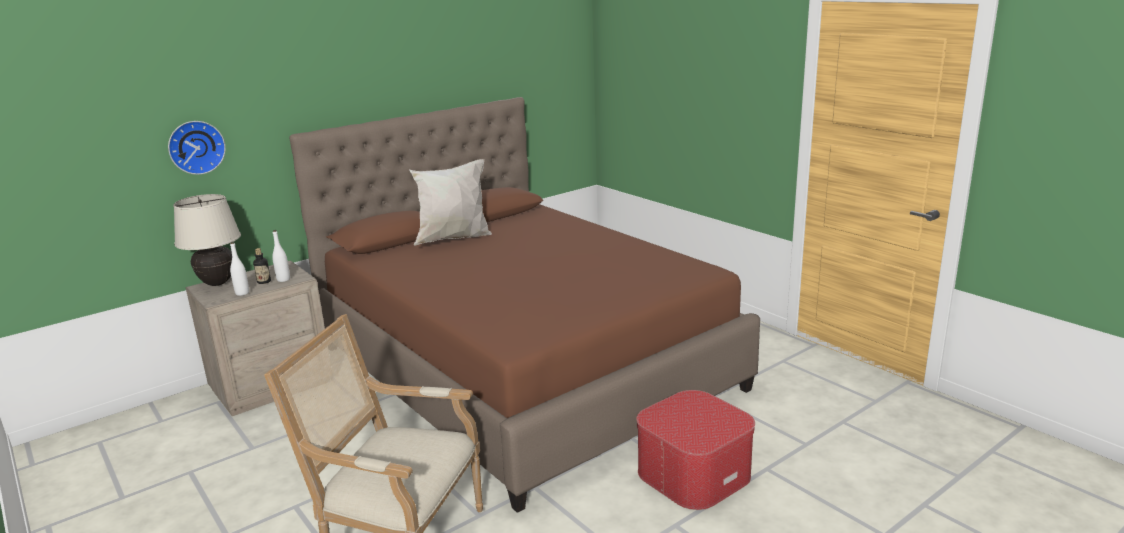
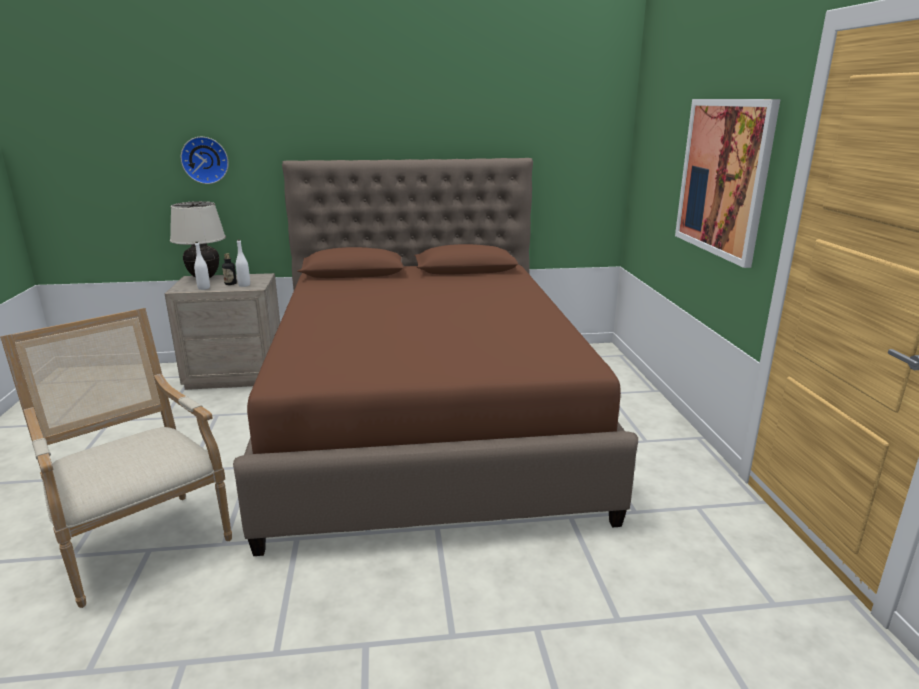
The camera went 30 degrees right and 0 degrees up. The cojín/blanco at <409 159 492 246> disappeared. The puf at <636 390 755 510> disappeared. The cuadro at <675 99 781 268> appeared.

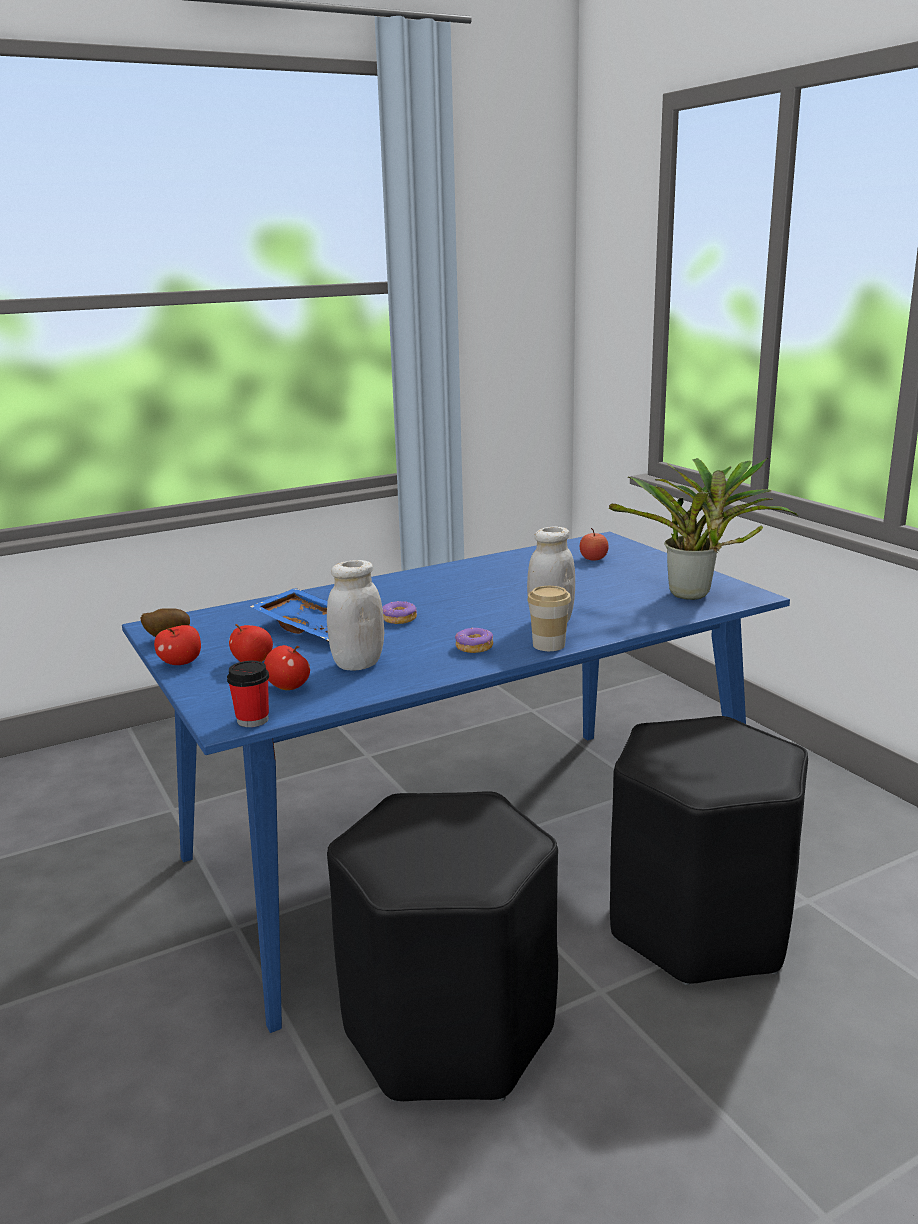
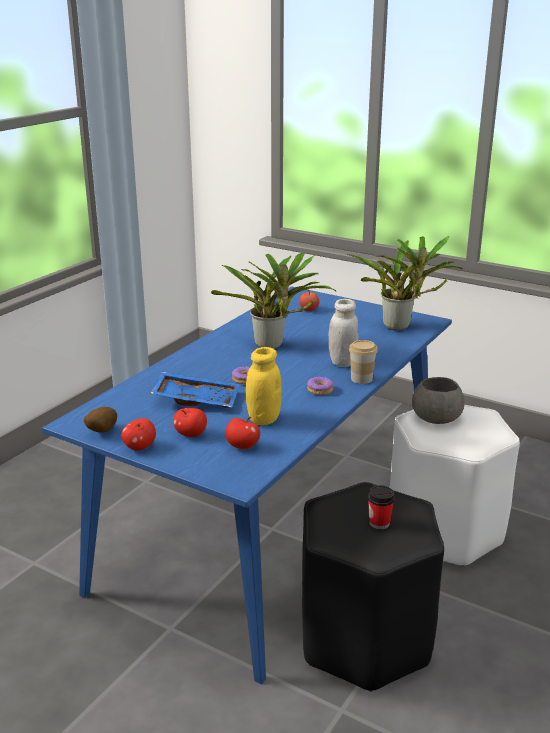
The camera went 30 degrees left and 5 degrees up. The planta en maceta at <211 253 336 349> appeared. The cuenco/gris at <412 377 465 424> appeared. The taza moved from <227 661 269 727> to <368 485 395 529>. The tarro/blanco at <327 560 384 671> became the tarro/amarillo at <246 347 282 425>. The taburete/negro at <610 716 808 985> became the taburete/blanco at <390 405 520 567>.

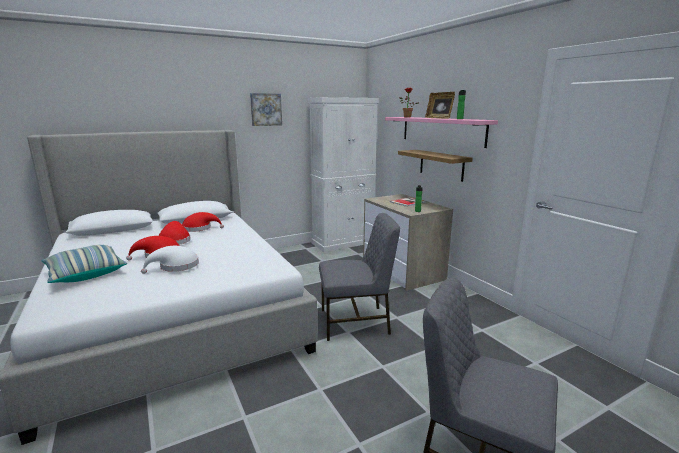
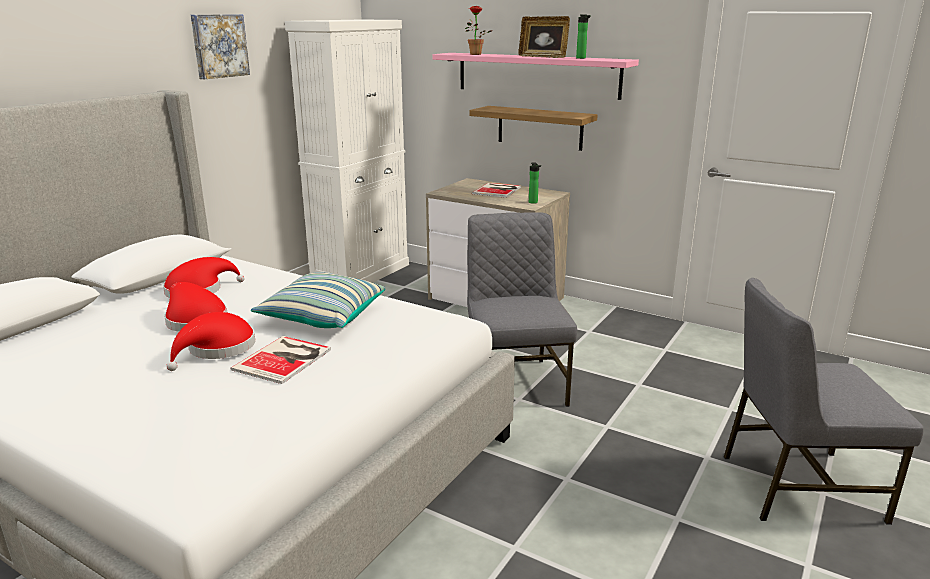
The camera went 30 degrees left and 5 degrees up. The cojín moved from <41 245 127 283> to <251 272 385 328>. The sombrero/blanco at <141 246 199 274> was replaced by the libro at <230 336 331 384>. The silla/gris at <319 213 400 341> turned 60 degrees counterclockwise.

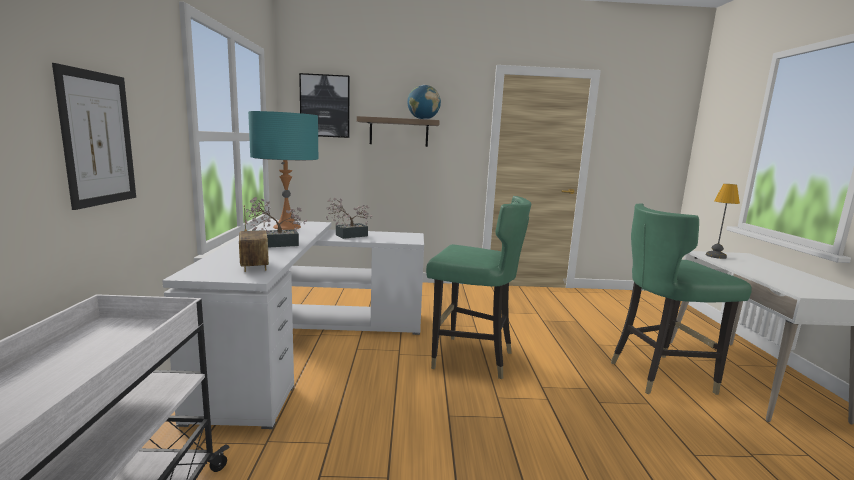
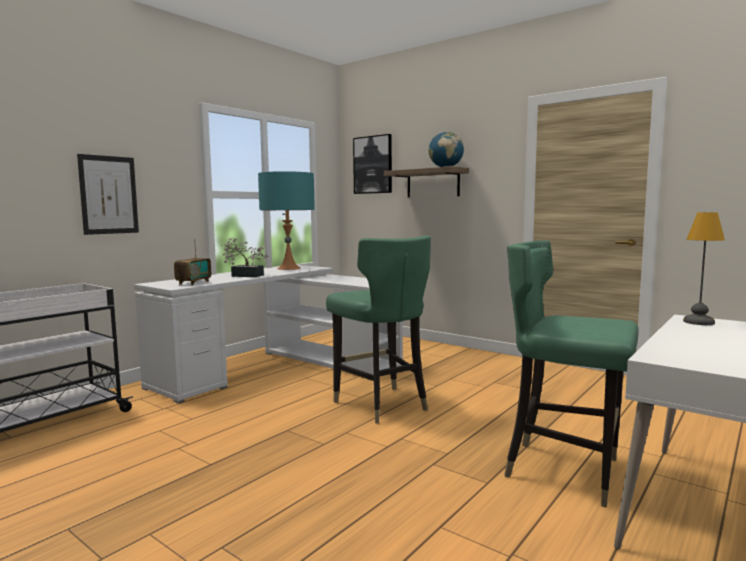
The camera went 40 degrees right and 5 degrees down. The planta en maceta at <326 197 372 239> disappeared.

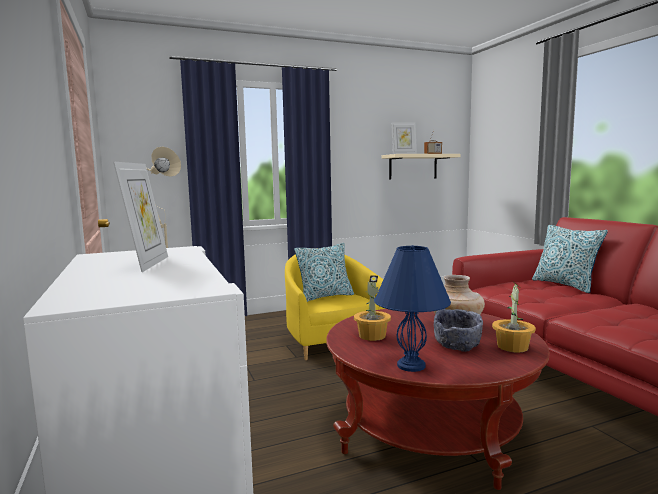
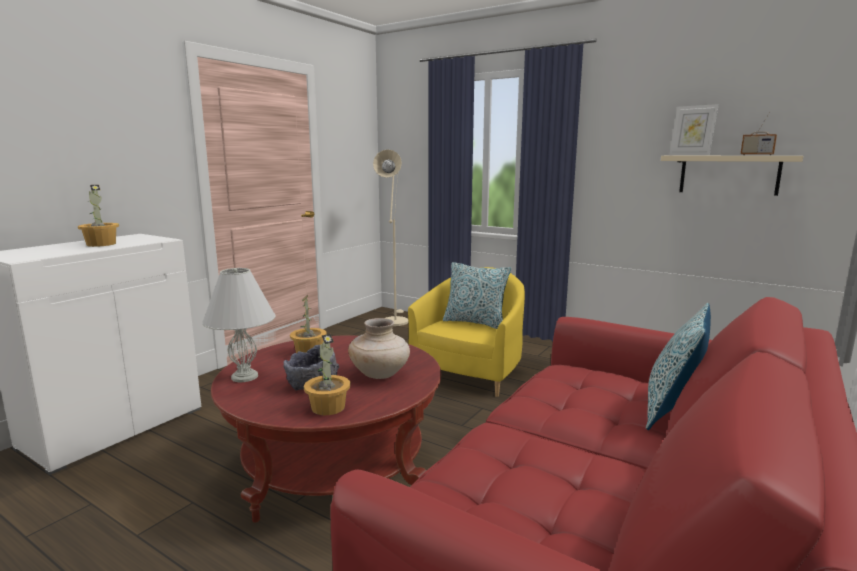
The camera went 55 degrees right and 5 degrees up. The portarretratos at <113 162 168 272> was replaced by the planta en maceta at <78 185 119 247>. The lámpara de mesa/azul at <374 245 451 372> became the lámpara de mesa/blanco at <202 268 276 382>.

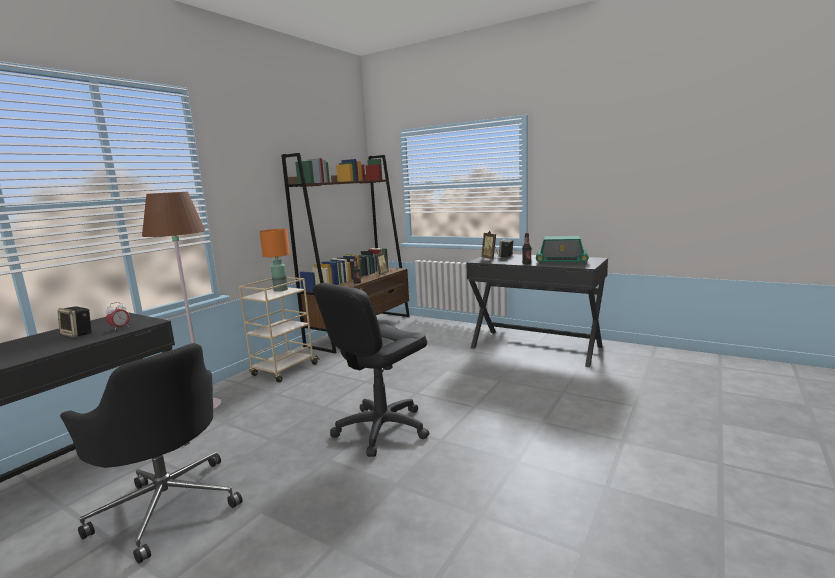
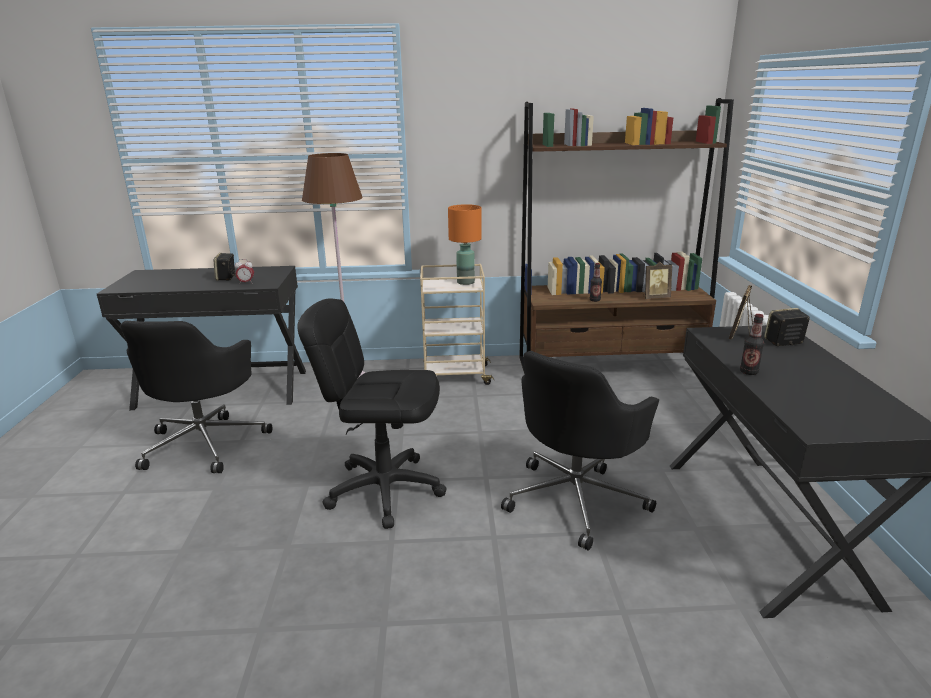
The camera went 55 degrees right and 10 degrees up. The radio at <536 236 589 264> disappeared. The silla de oficina/negro at <501 351 659 551> appeared.

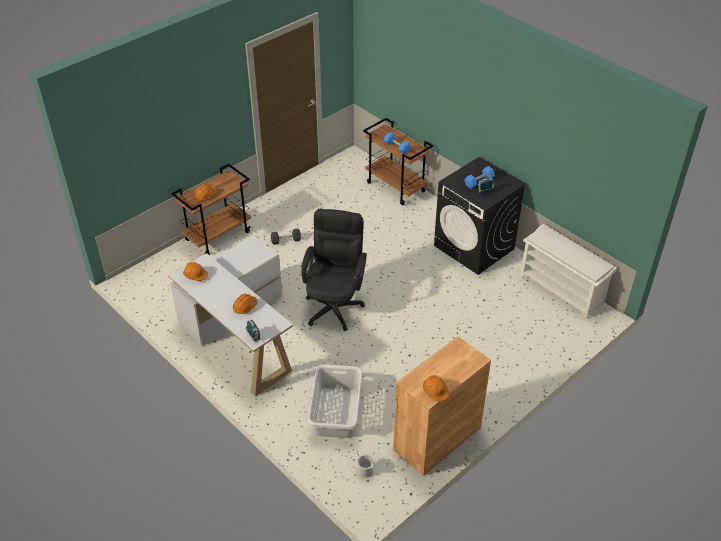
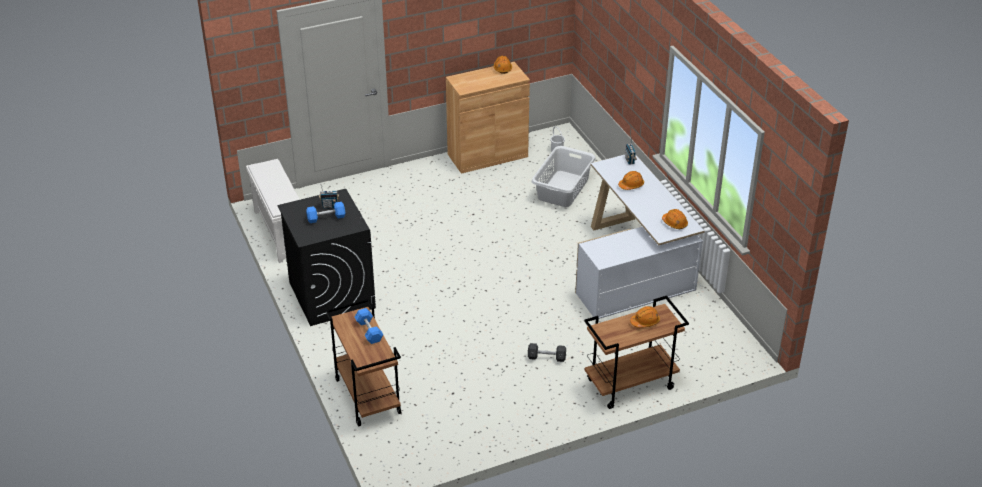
The camera went 160 degrees left and 5 degrees down. The silla de oficina/negro at <301 209 367 331> disappeared.

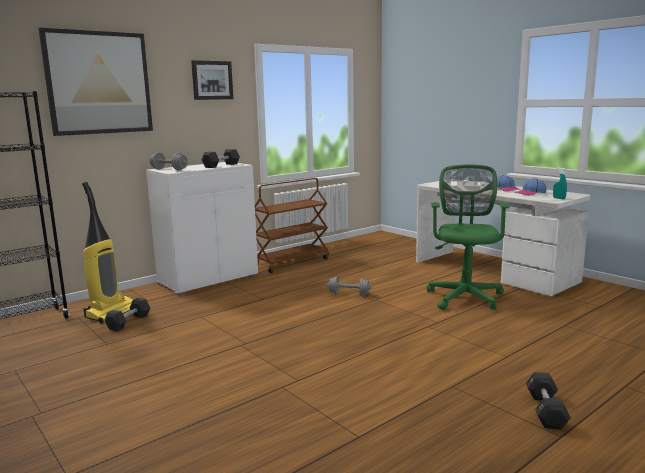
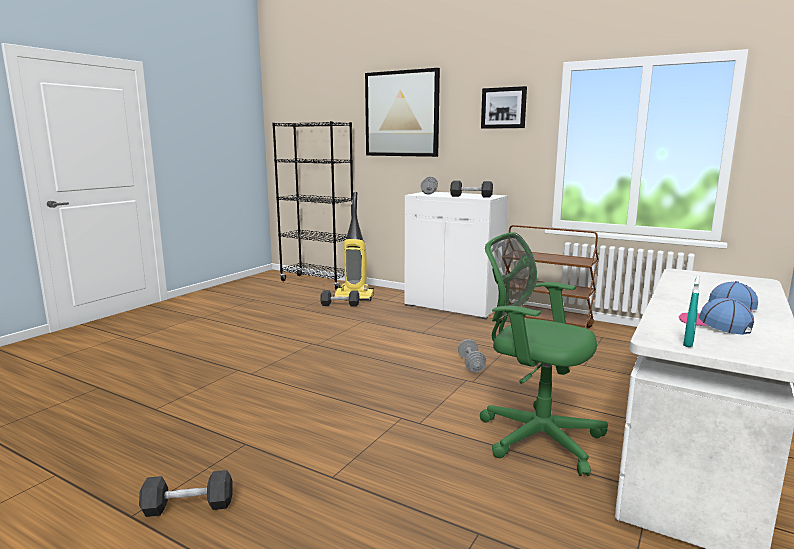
The camera went 70 degrees right and 0 degrees up. The silla de oficina/verde at <427 164 510 310> turned 135 degrees counterclockwise.

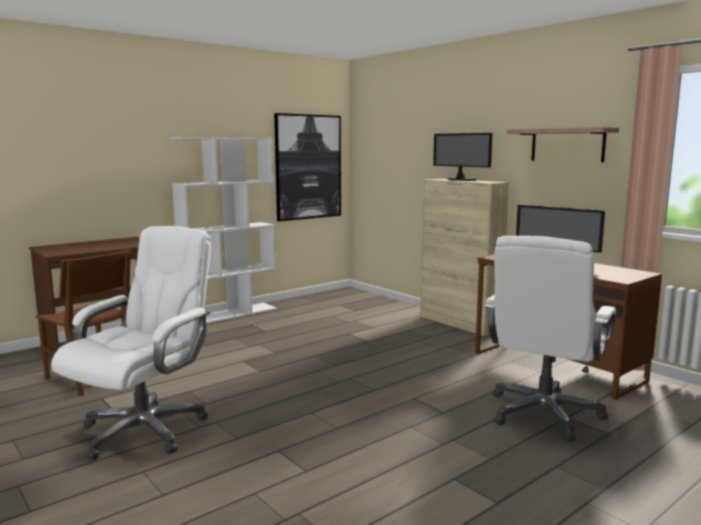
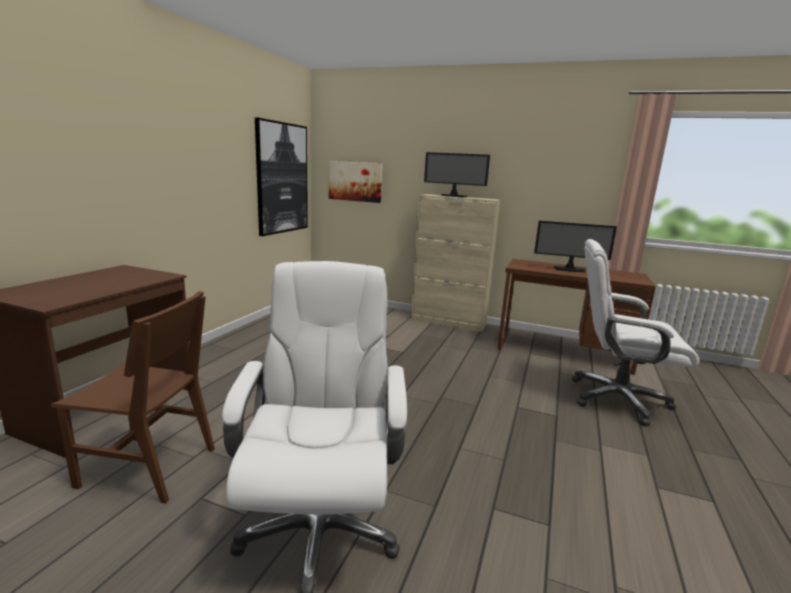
The camera went 30 degrees left and 5 degrees up. The estantería/blanco at <169 137 277 324> disappeared. The estante at <507 127 619 162> disappeared. The cuadro at <329 161 382 203> appeared. The silla de oficina/blanco at <484 236 616 441> turned 105 degrees clockwise.

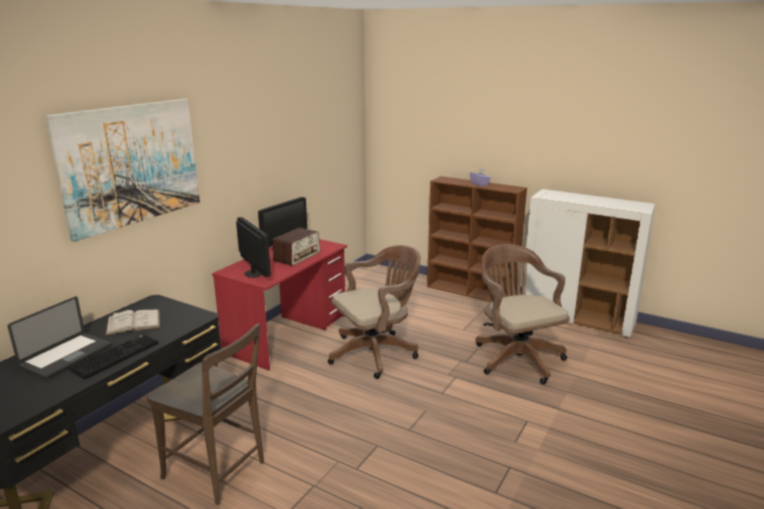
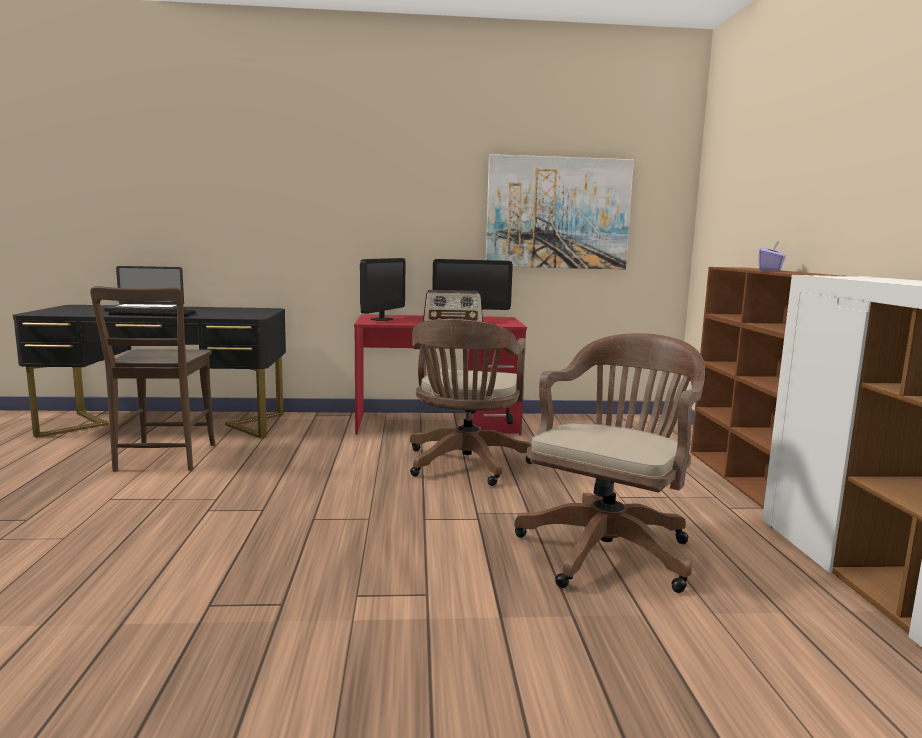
The camera went 55 degrees right and 10 degrees down. The libro/blanco at <105 309 160 336> disappeared. The cuadro moved from <45 99 200 242> to <486 154 634 269>. The silla de oficina/marrón at <328 245 421 379> turned 75 degrees clockwise.

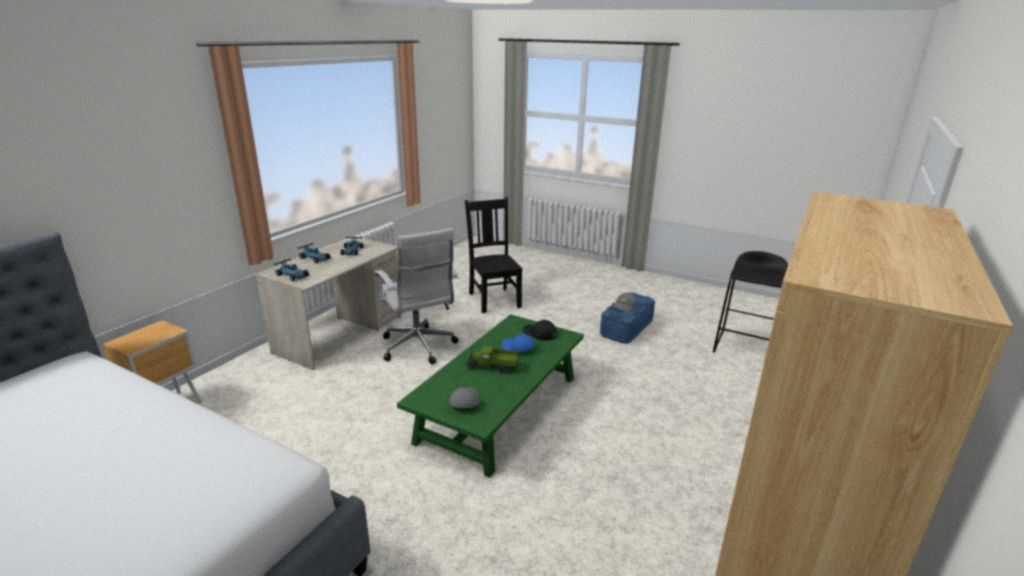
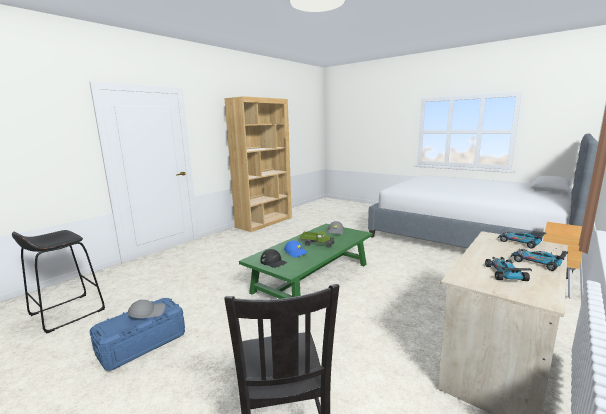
The camera went 170 degrees left and 10 degrees down. The silla de oficina/blanco at <375 228 459 364> disappeared.

